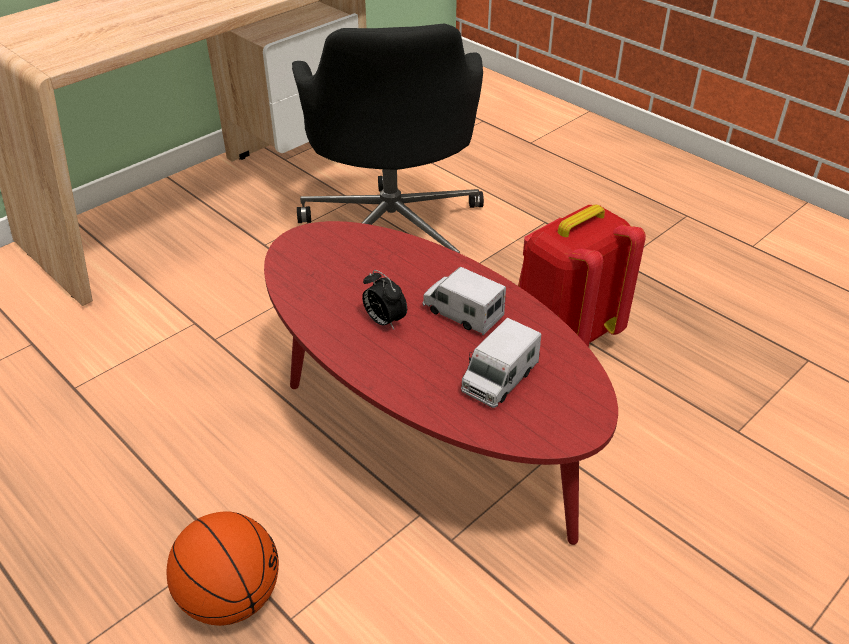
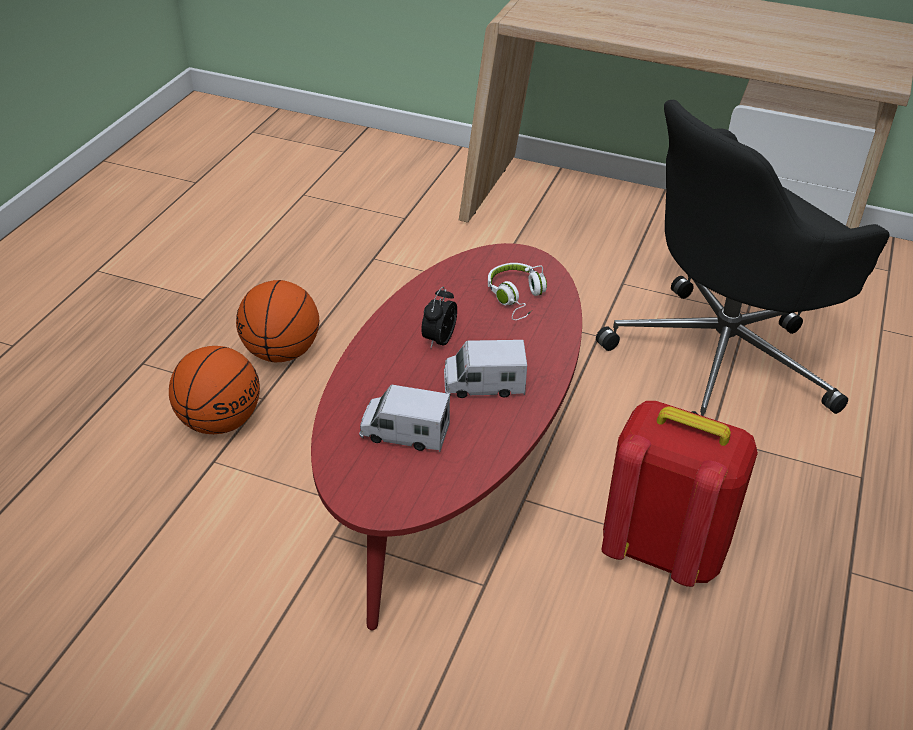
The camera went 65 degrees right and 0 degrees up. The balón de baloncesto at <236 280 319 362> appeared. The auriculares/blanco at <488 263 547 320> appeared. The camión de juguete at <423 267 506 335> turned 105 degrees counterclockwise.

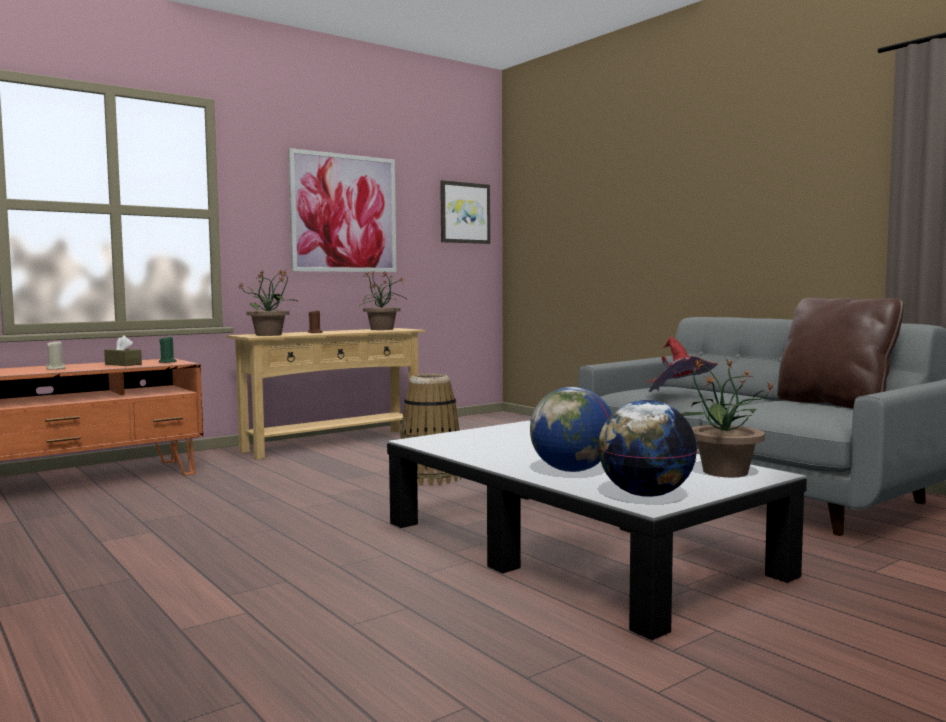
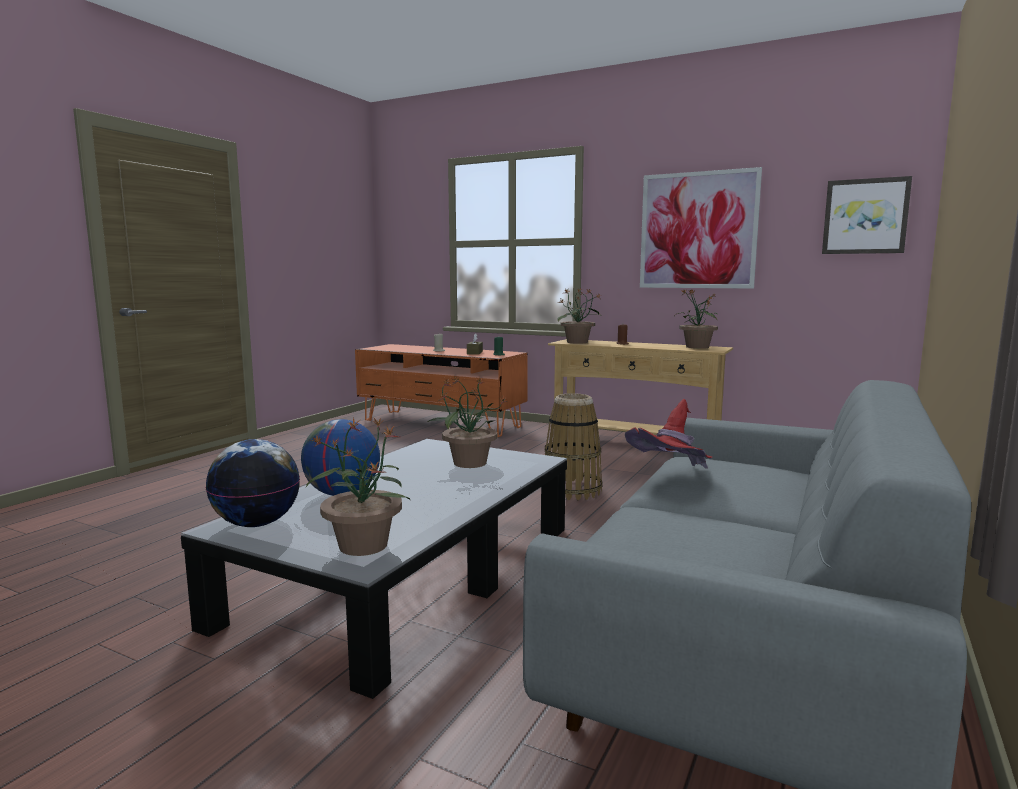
The camera went 65 degrees right and 5 degrees up. The cojín/marrón at <777 297 904 408> disappeared. The planta en maceta at <426 375 507 468> appeared.

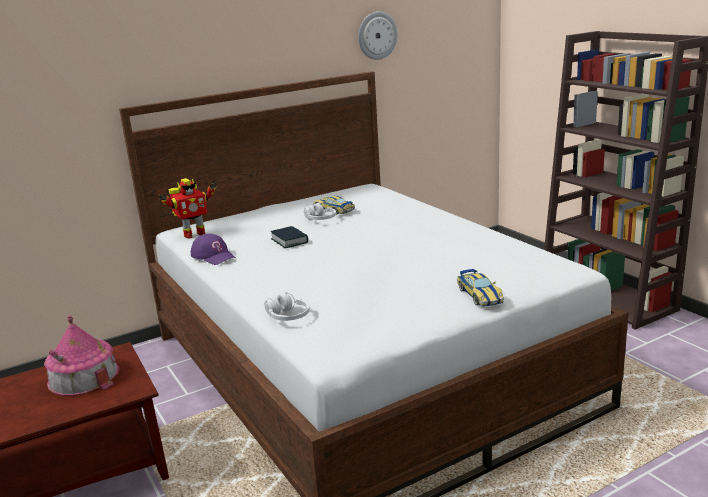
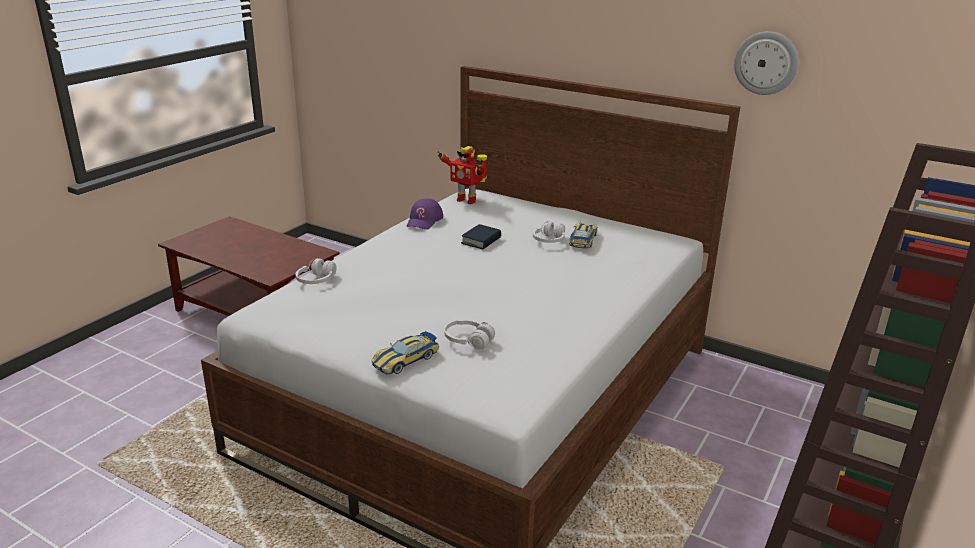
The camera went 60 degrees right and 5 degrees up. The casita at <44 315 119 396> disappeared. The auriculares/blanco at <444 319 495 350> appeared.

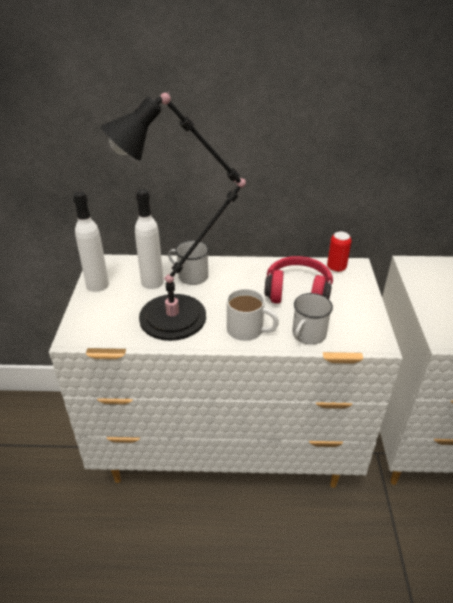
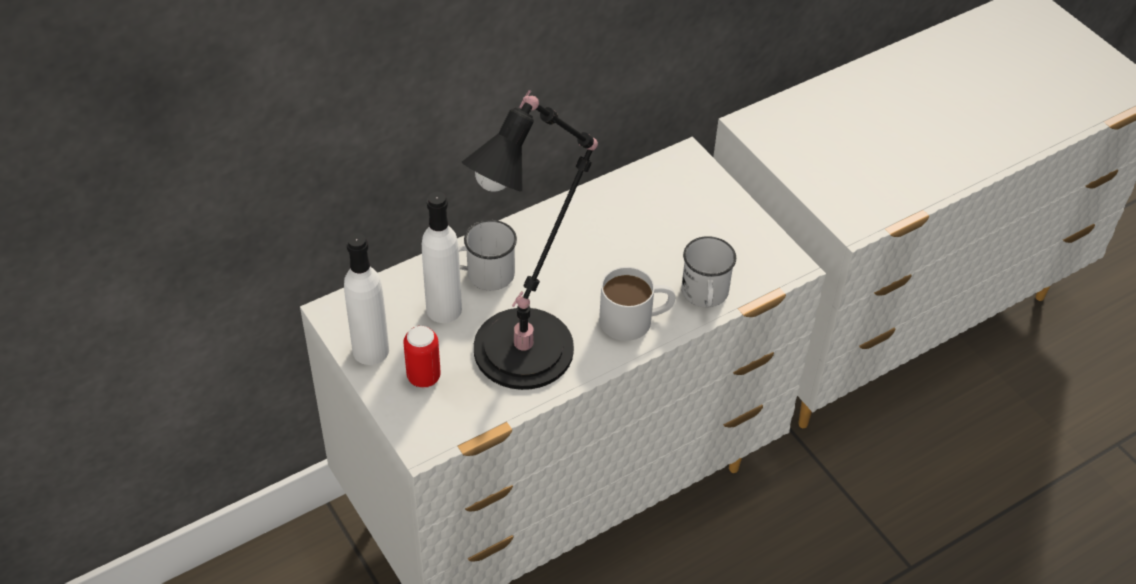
The camera went 35 degrees left and 10 degrees up. The auriculares/rojo at <264 256 333 304> disappeared. The lata moved from <327 231 351 272> to <403 326 441 388>.

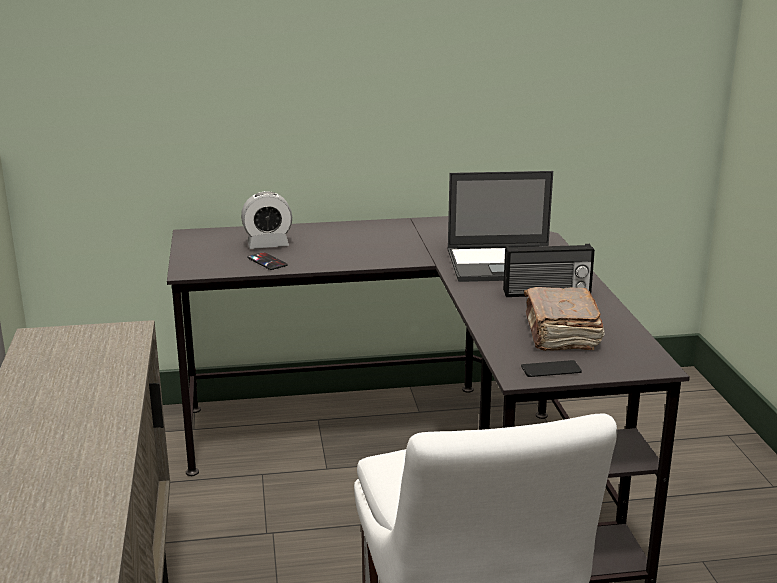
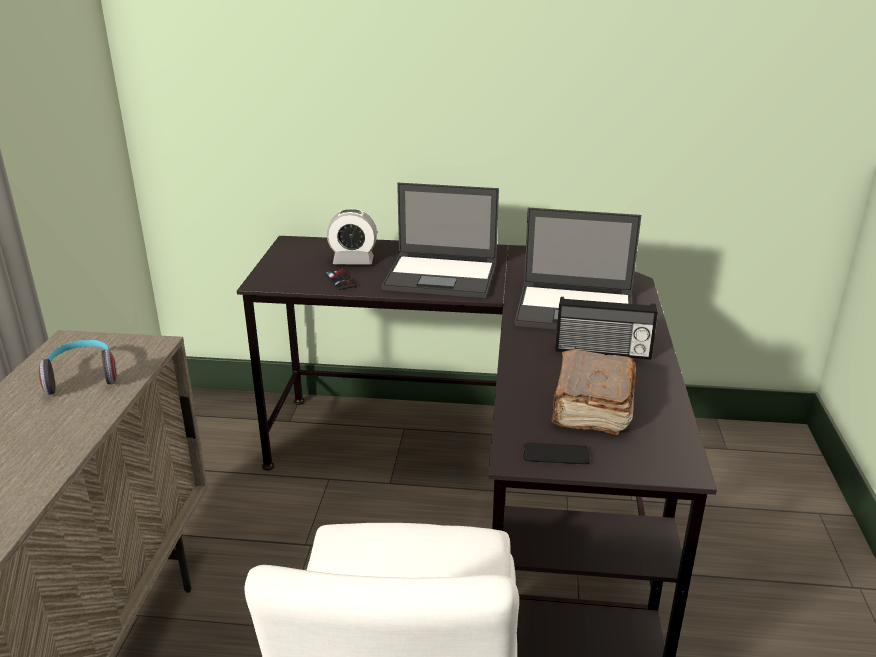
The camera went 15 degrees right and 5 degrees up. The auriculares at <39 340 117 395> appeared. The portátil at <382 183 499 298> appeared.

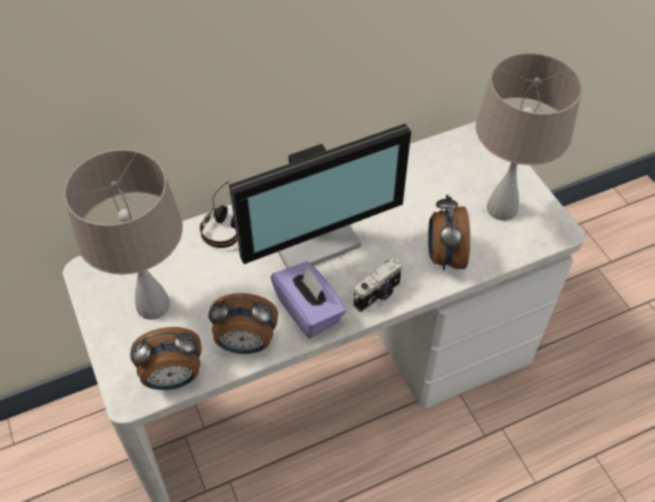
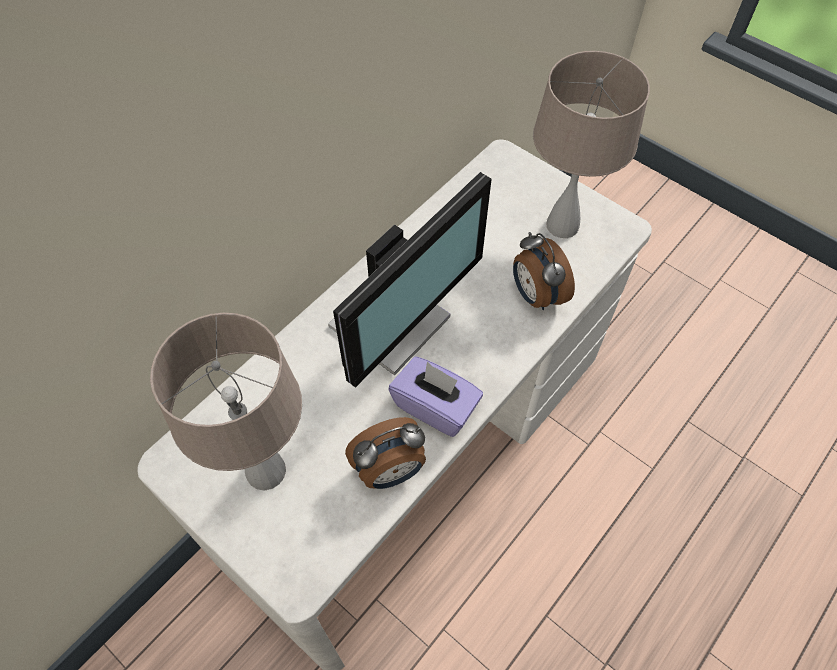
The camera went 25 degrees left and 5 degrees up. The despertador at <130 327 201 390> disappeared. The auriculares at <200 181 237 248> disappeared. The cámara at <354 258 402 312> disappeared.

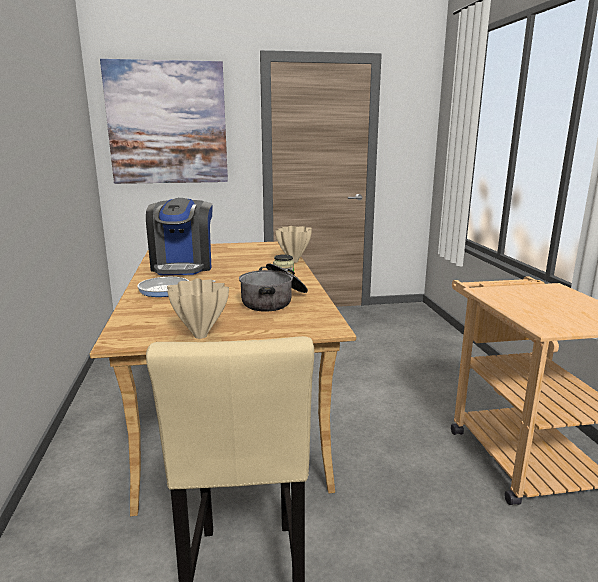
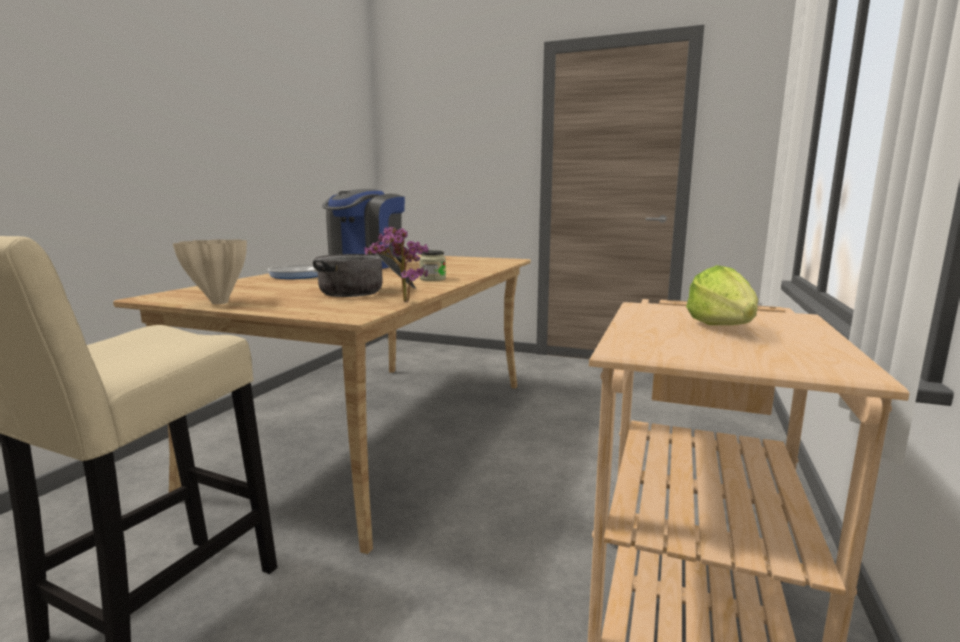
The camera went 30 degrees right and 5 degrees down. The cuadro at <100 59 228 184> disappeared. The florero/beis at <275 226 312 263> disappeared. The planta en maceta at <364 226 429 302> appeared. The lechuga at <686 265 758 325> appeared.

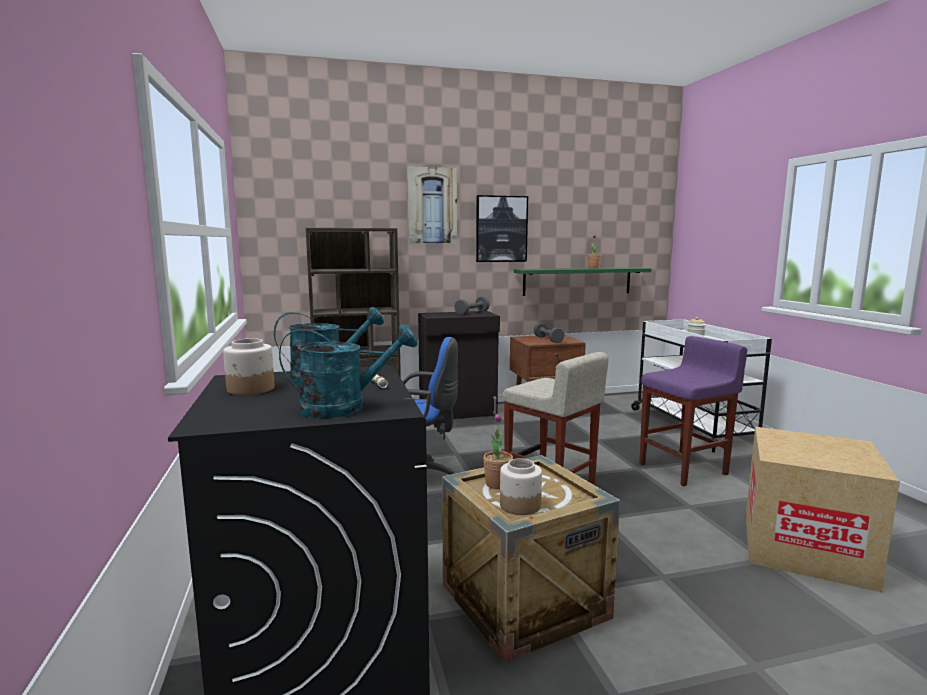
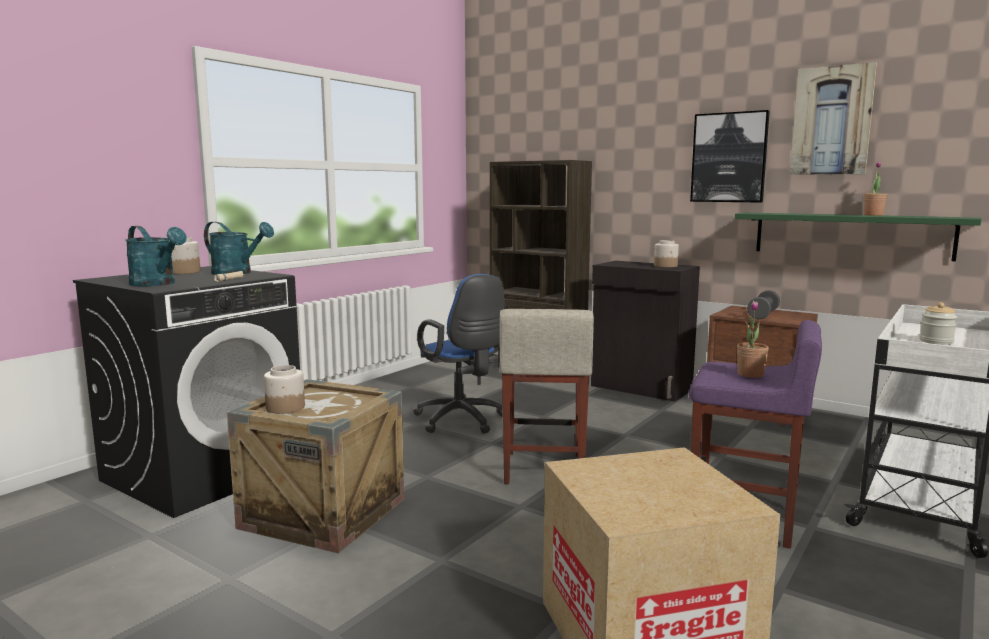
The camera went 50 degrees right and 0 degrees up. The cuadro moved from <407 166 457 243> to <790 62 877 175>. The planta en maceta moved from <483 413 513 489> to <737 301 769 378>. The mancuerna/gris at <454 296 490 315> was replaced by the tarro at <654 240 679 267>.

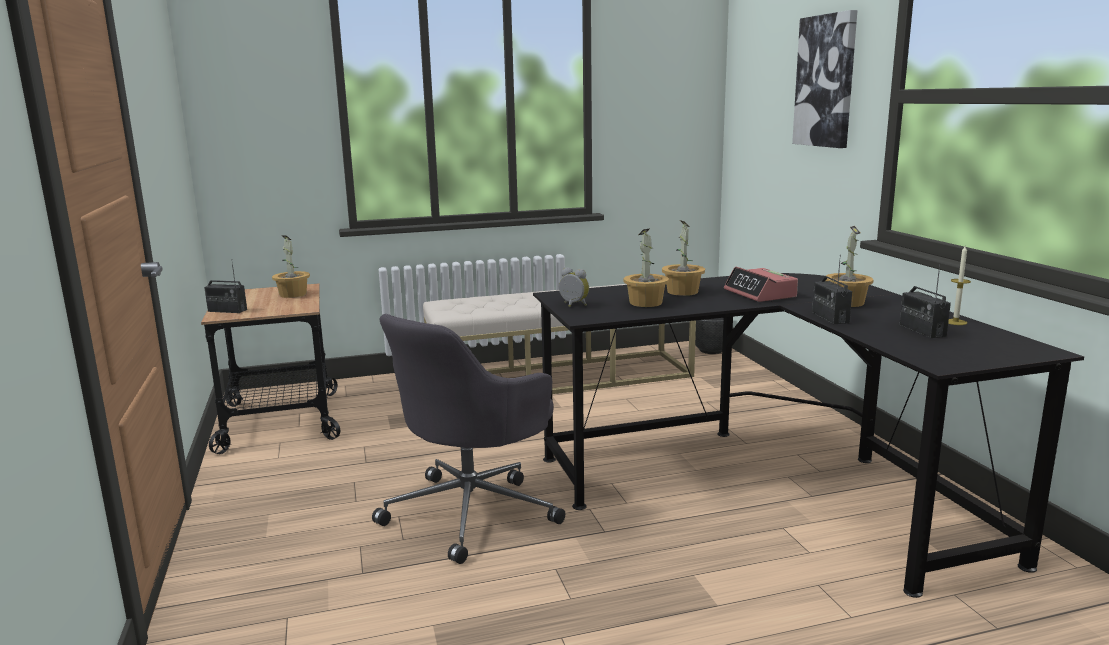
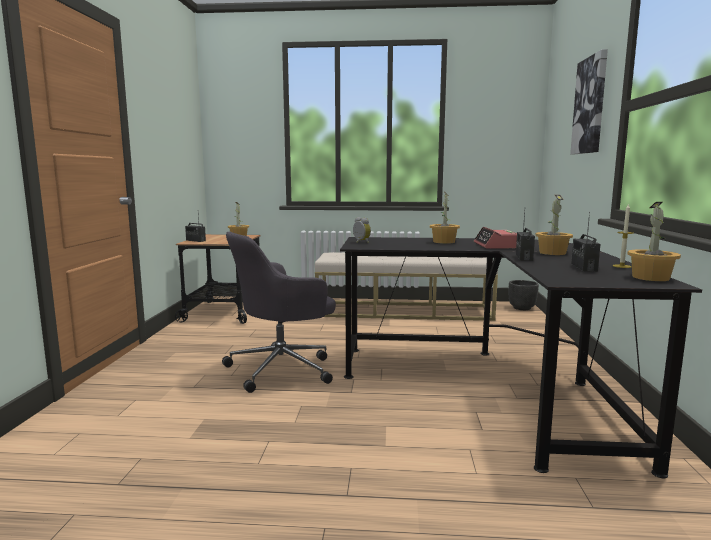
The camera went 20 degrees right and 5 degrees down. The planta en maceta moved from <623 229 669 307> to <628 202 681 281>.

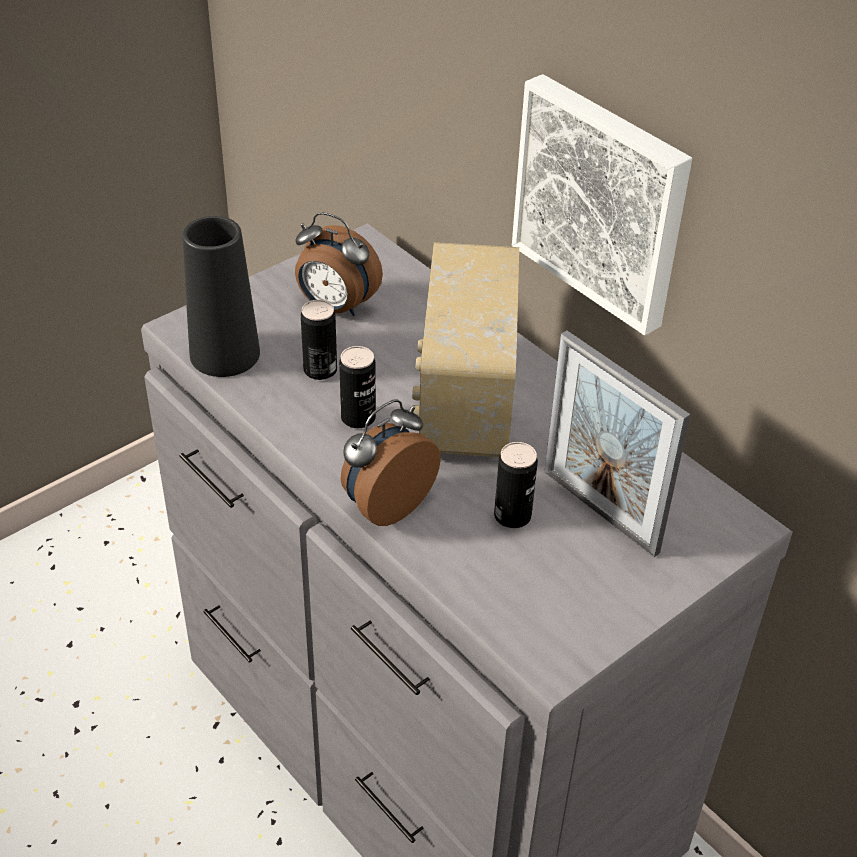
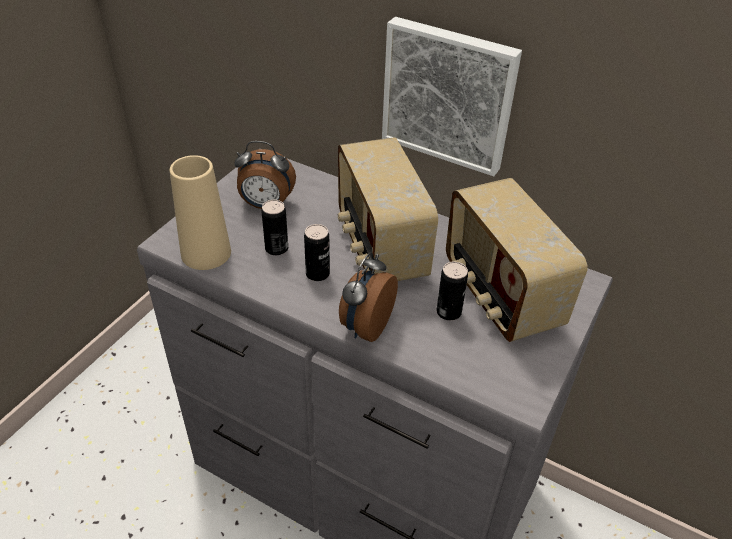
The camera went 20 degrees left and 0 degrees up. The portarretratos at <544 331 690 557> was replaced by the radio at <446 178 588 342>. The florero/negro at <182 216 260 377> became the florero/beis at <170 155 231 270>.

